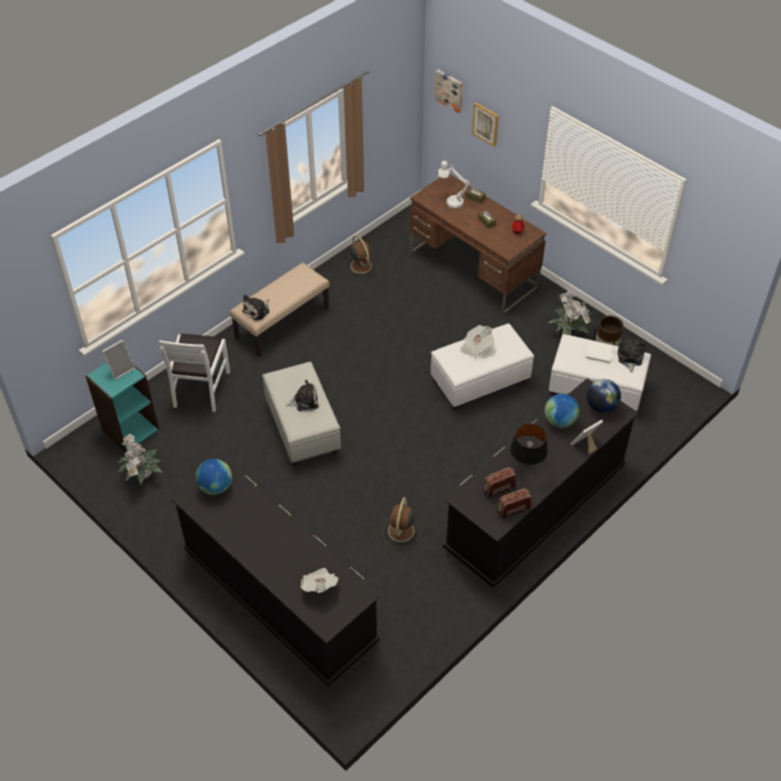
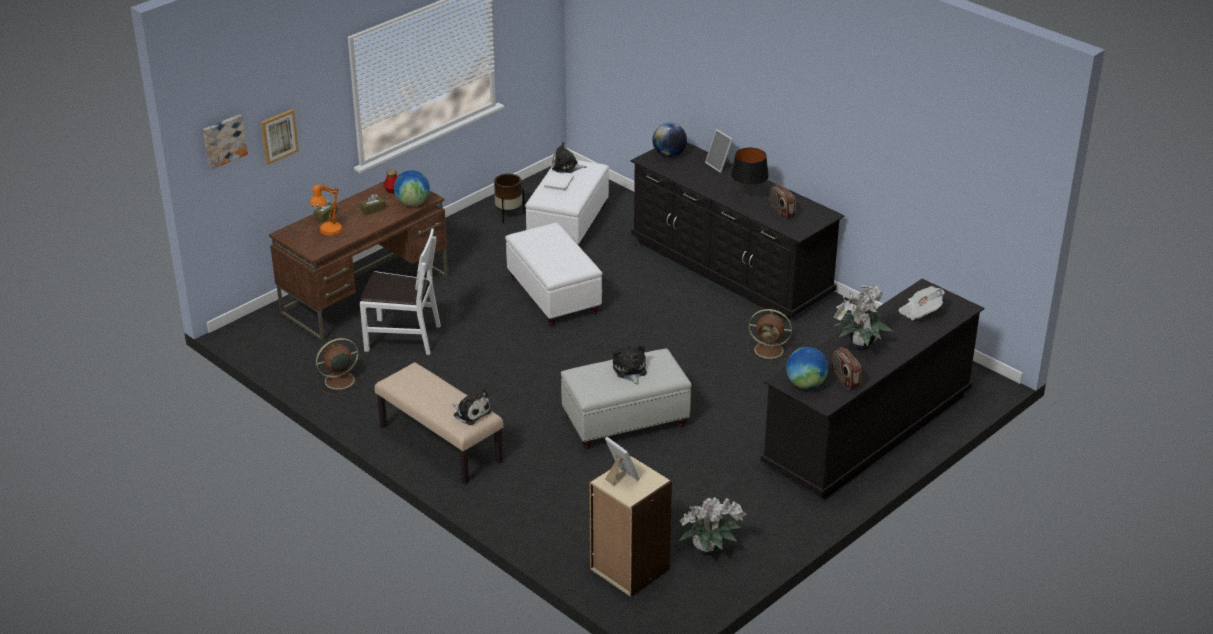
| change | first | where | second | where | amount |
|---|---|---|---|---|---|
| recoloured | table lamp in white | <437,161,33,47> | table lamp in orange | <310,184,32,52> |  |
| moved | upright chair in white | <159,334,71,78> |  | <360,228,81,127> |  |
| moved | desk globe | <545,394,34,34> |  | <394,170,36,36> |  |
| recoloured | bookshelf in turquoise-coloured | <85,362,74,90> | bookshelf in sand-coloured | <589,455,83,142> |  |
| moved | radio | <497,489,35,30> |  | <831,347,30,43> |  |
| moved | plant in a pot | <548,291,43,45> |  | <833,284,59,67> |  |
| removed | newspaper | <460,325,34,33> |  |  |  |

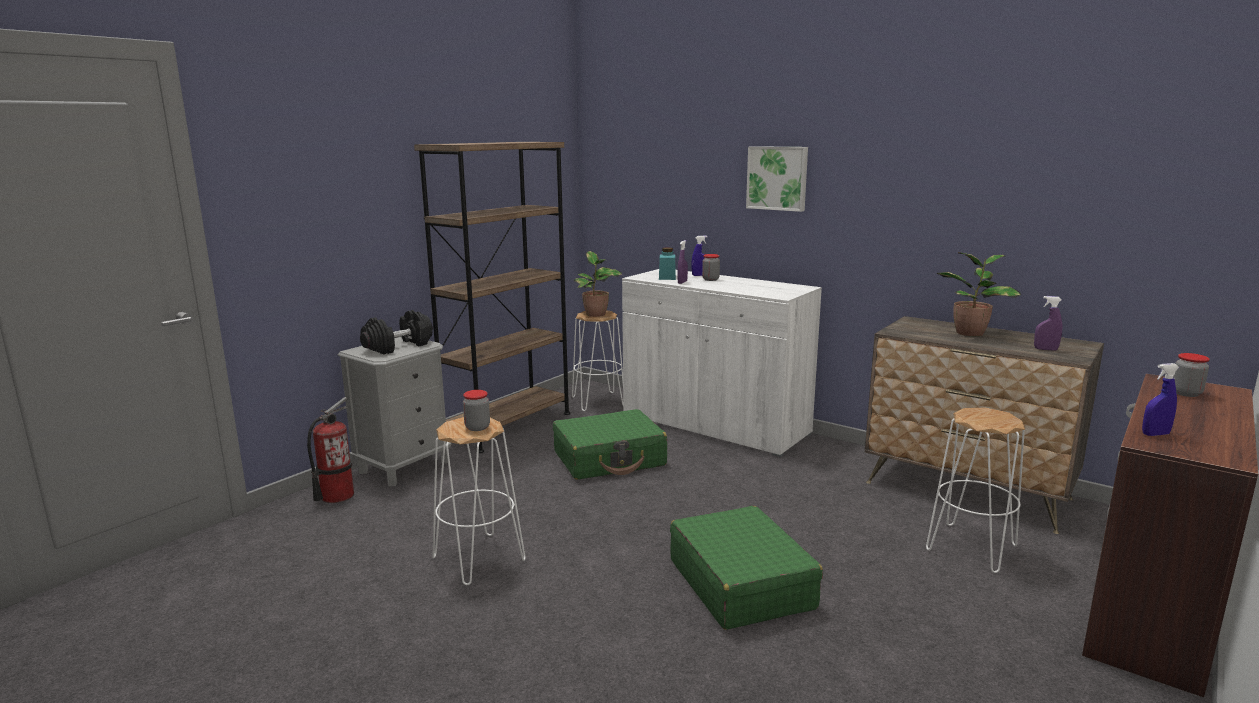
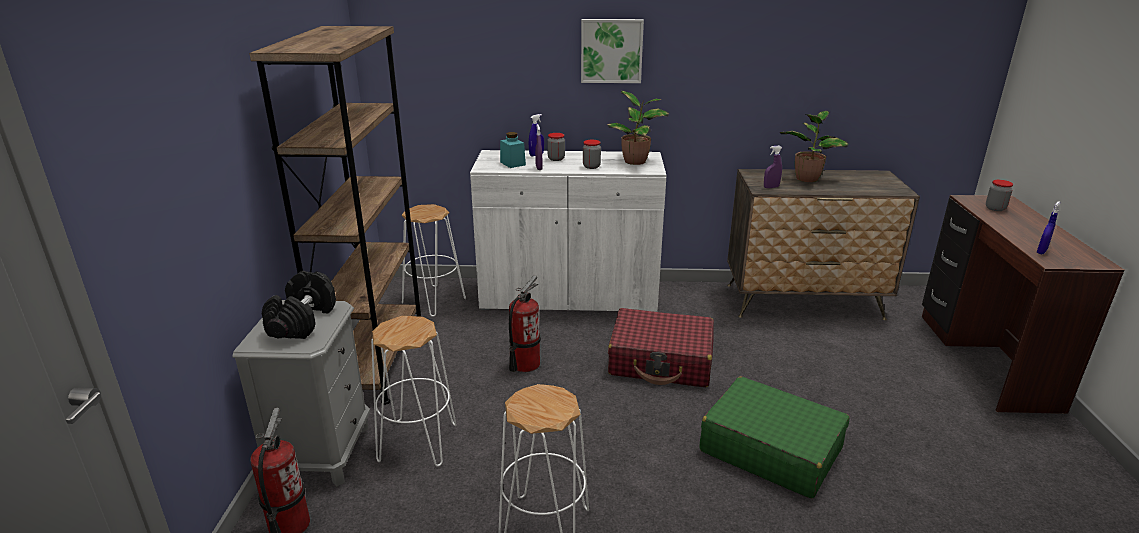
| change | first | where | second | where | amount |
|---|---|---|---|---|---|
| moved | stool seat in white | <926,407,99,166> |  | <371,316,86,150> |  |
| replaced | suitcase in green-coloured | <553,409,114,71> | fire extinguisher | <509,275,32,97> |  |
| moved | storage jar | <463,390,27,41> |  | <583,140,18,29> |  |
| moved | plant in a pot | <574,251,48,66> |  | <607,91,62,74> |  |
| added |  |  | suitcase in red-coloured | <608,308,106,79> |  |
| moved | sprayer in purplish | <1034,296,28,55> |  | <764,146,18,42> |  |

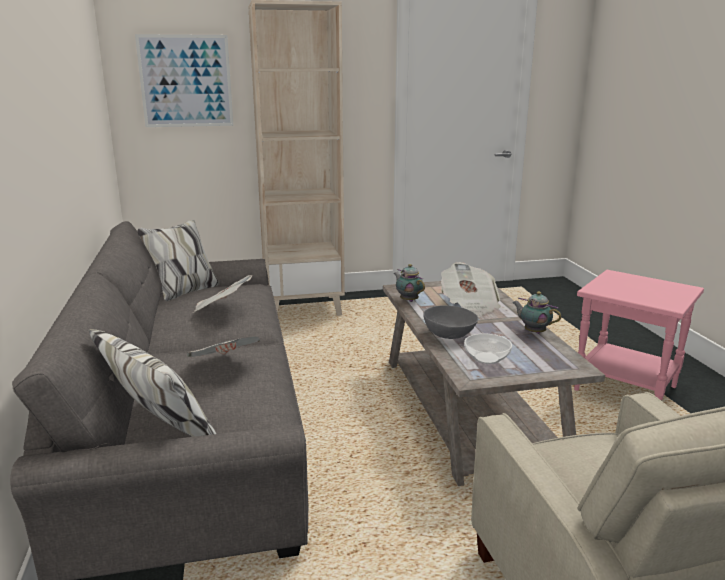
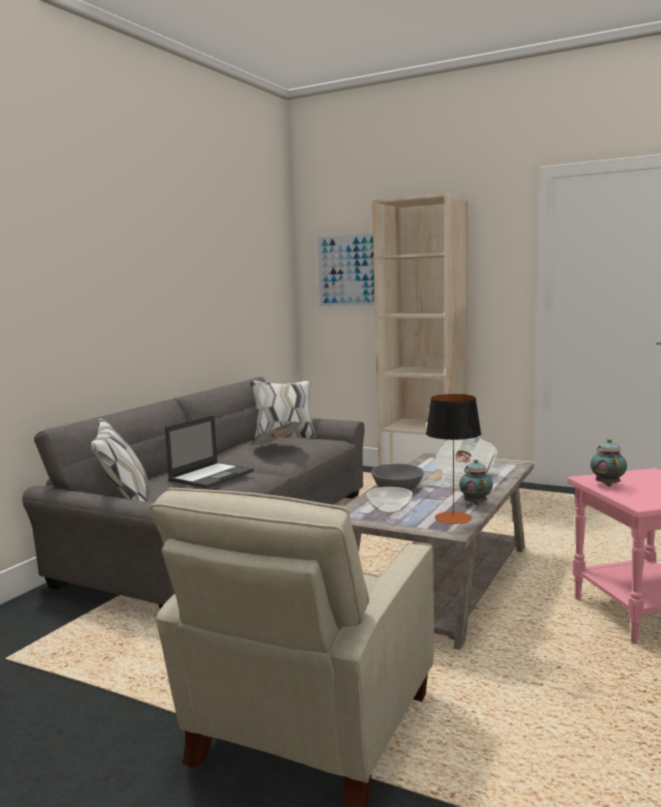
| change | first | where | second | where | amount |
|---|---|---|---|---|---|
| replaced | newspaper | <187,337,74,20> | portable computer | <165,415,89,74> |  |
| added |  |  | table lamp | <426,394,55,130> |  |
| moved | pot for tea | <394,264,31,38> |  | <590,438,37,48> |  |

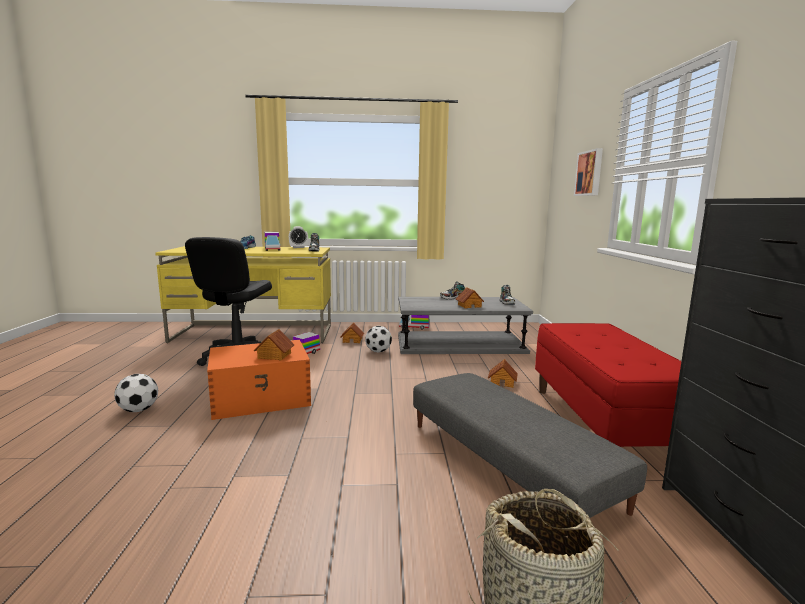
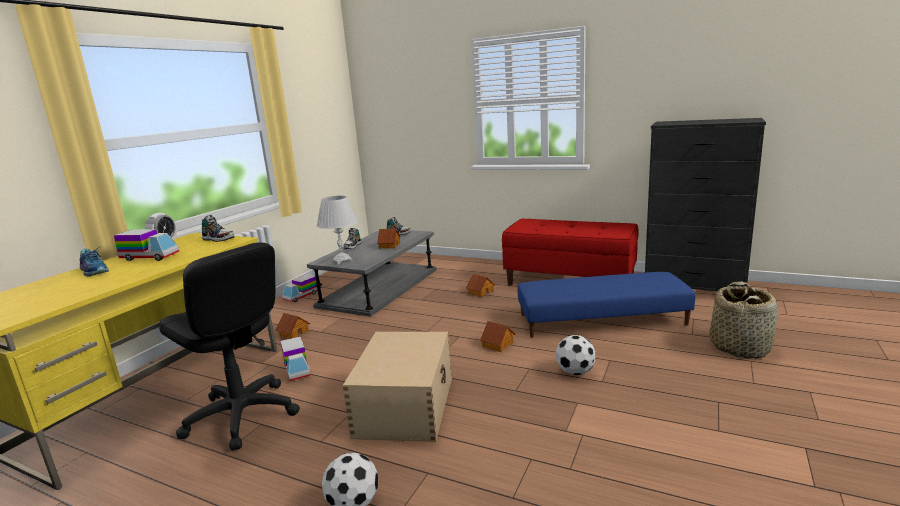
| change | first | where | second | where | amount |
|---|---|---|---|---|---|
| added |  |  | table lamp in white | <317,196,41,68> |  |
| recoloured | storage bin in orange | <207,340,104,80> | storage bin in sand-coloured | <343,332,109,110> |  |
| moved | toy house | <254,329,40,31> |  | <480,321,36,31> |  |
| recoloured | pouffe in grey | <413,373,234,145> | pouffe in bluish | <517,272,178,66> |  |
| moved | ball for football | <365,326,27,26> |  | <556,335,40,40> |  |
| removed | wall picture | <574,148,29,48> |  |  |  |

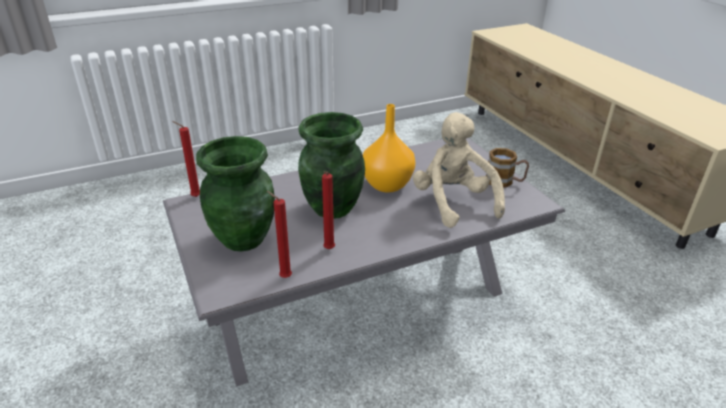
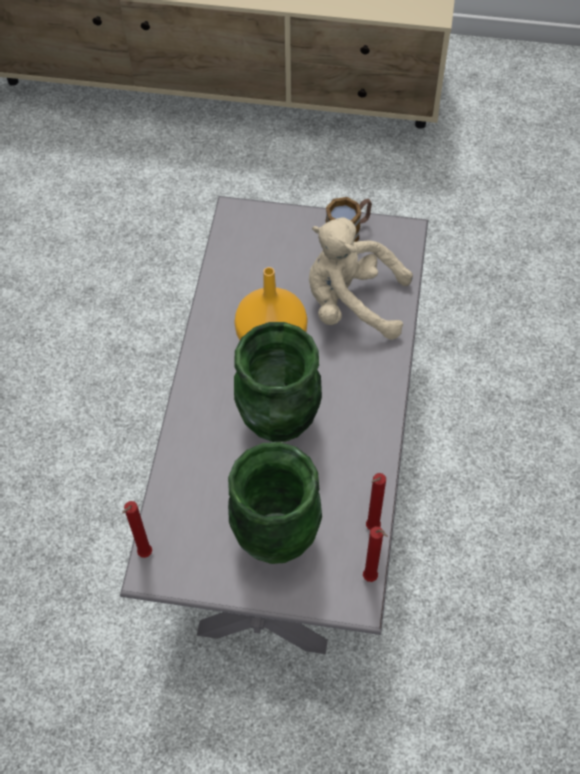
| change | first | where | second | where | amount |
|---|---|---|---|---|---|
| moved | wax candle in red-coloured | <322,171,13,78> |  | <363,526,25,56> |  |

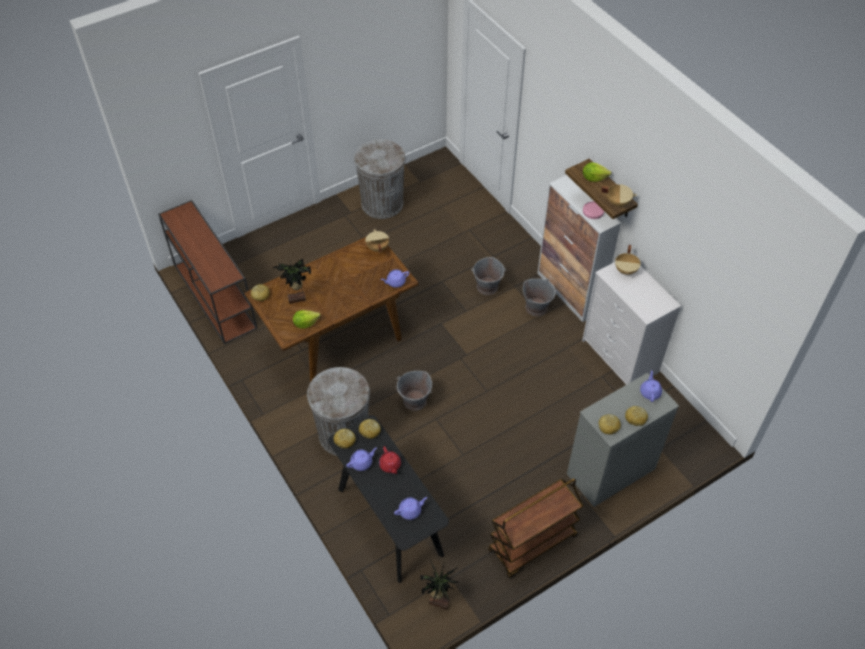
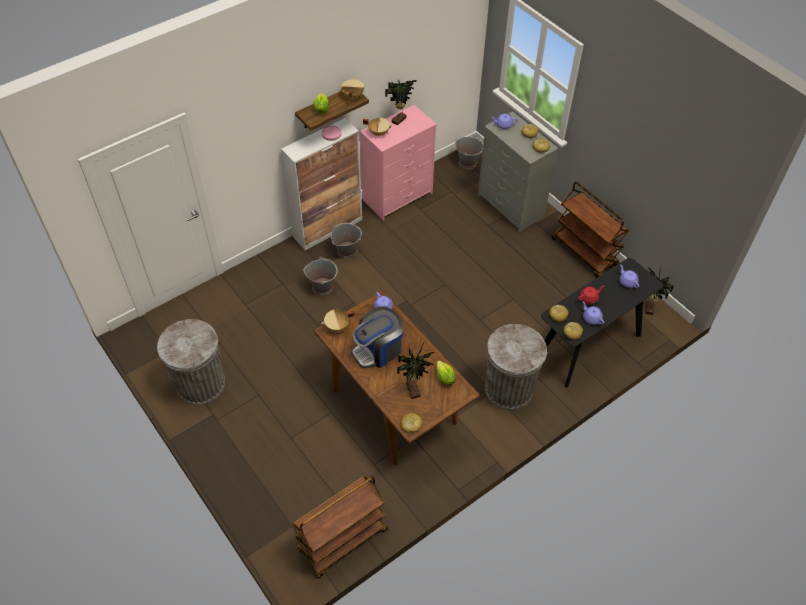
| change | first | where | second | where | amount |
|---|---|---|---|---|---|
| replaced | console table in brown | <158,200,99,145> | trolley in brown | <293,476,95,102> |  |
| added |  |  | coffee maker | <351,306,53,62> |  |
| recoloured | drawer chest in white | <582,262,99,123> | drawer chest in pink-coloured | <360,105,77,115> |  |
| added |  |  | plant in a pot | <385,78,32,47> |  |
| moved | bucket in grey | <397,371,35,40> |  | <455,135,28,35> |  |

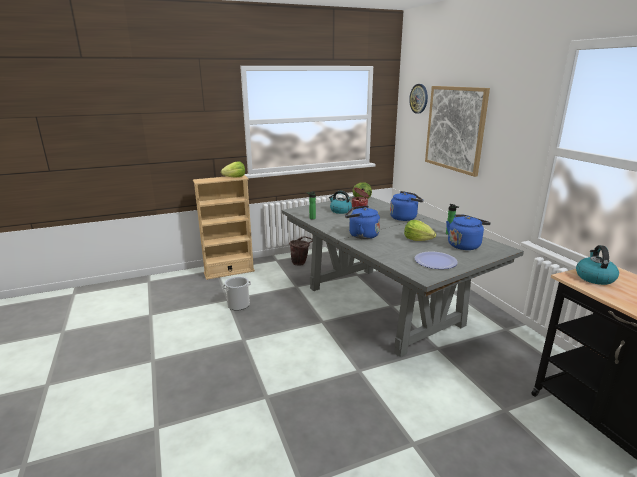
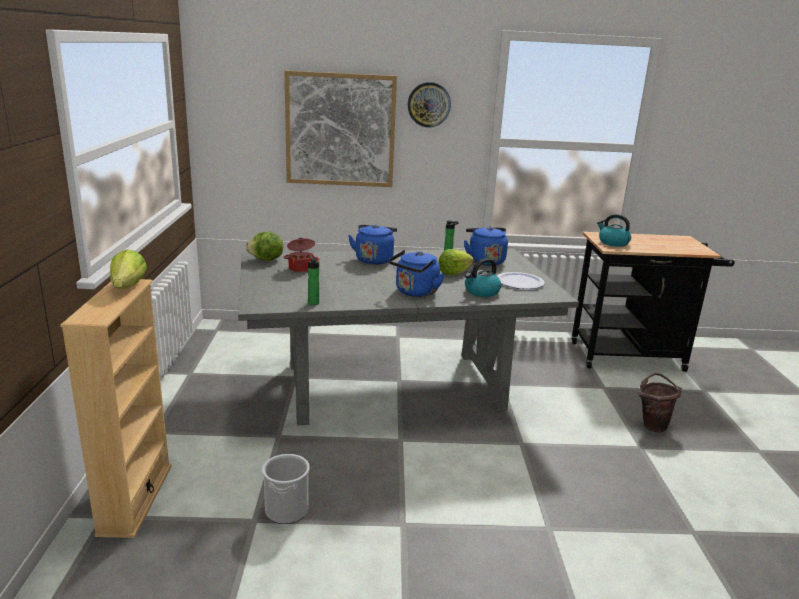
| change | first | where | second | where | amount |
|---|---|---|---|---|---|
| moved | wall clock | <409,84,19,30> |  | <408,82,43,45> |  |
| moved | tea kettle | <329,191,23,23> |  | <465,258,36,39> |  |
| moved | bucket in brown | <289,236,24,30> |  | <638,373,44,60> |  |

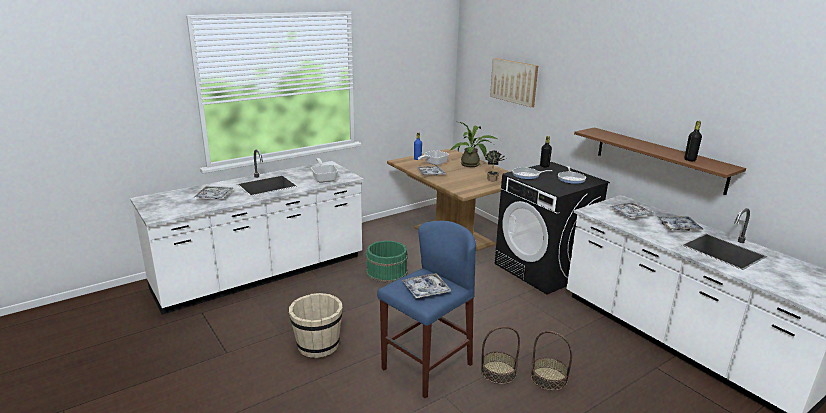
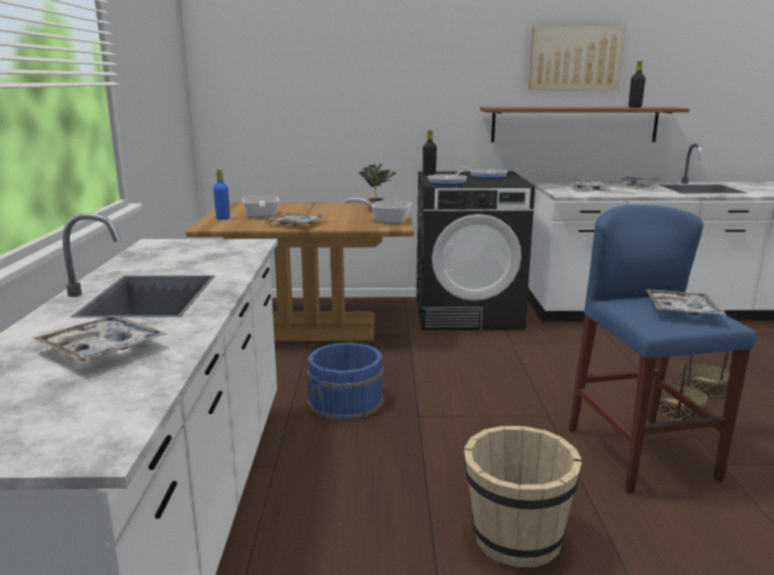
| change | first | where | second | where | amount |
|---|---|---|---|---|---|
| recoloured | bucket in green-coloured | <366,240,42,43> | bucket in bluish | <306,343,78,77> |  |
| moved | frying pan | <311,158,27,25> |  | <345,198,67,26> |  |
| moved | wall picture | <490,58,48,49> |  | <529,26,96,64> |  |
| removed | plant in a pot | <450,121,47,46> |  |  |  |

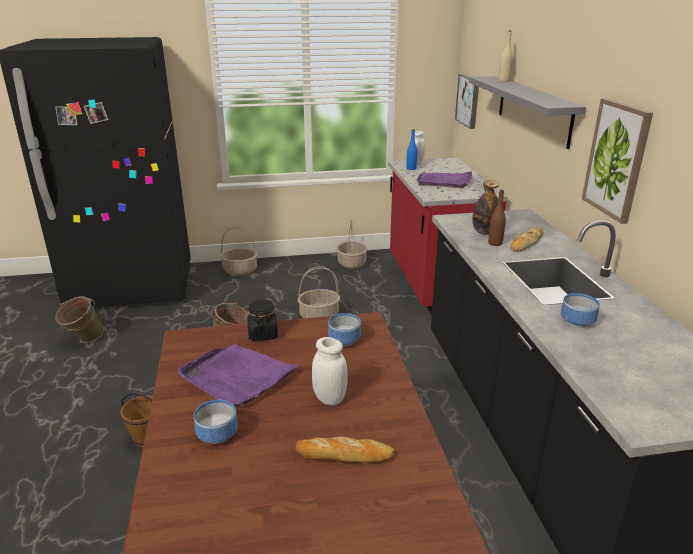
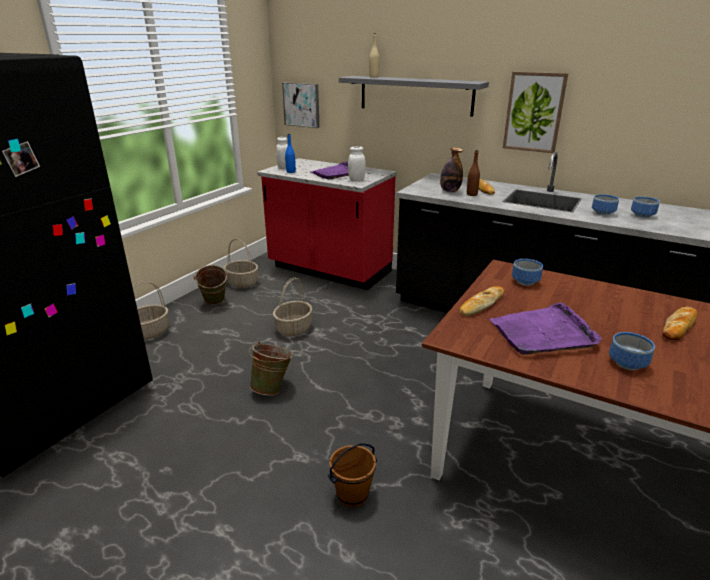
| change | first | where | second | where | amount |
|---|---|---|---|---|---|
| moved | bucket in green-coloured | <55,296,49,47> |  | <193,265,35,40> |  |
| moved | storage jar in white | <312,337,36,68> |  | <348,146,18,35> |  |
| replaced | storage jar in blackish | <247,299,31,42> | baked bread | <459,286,45,30> |  |
| added |  |  | deep dish | <631,197,29,21> |  |

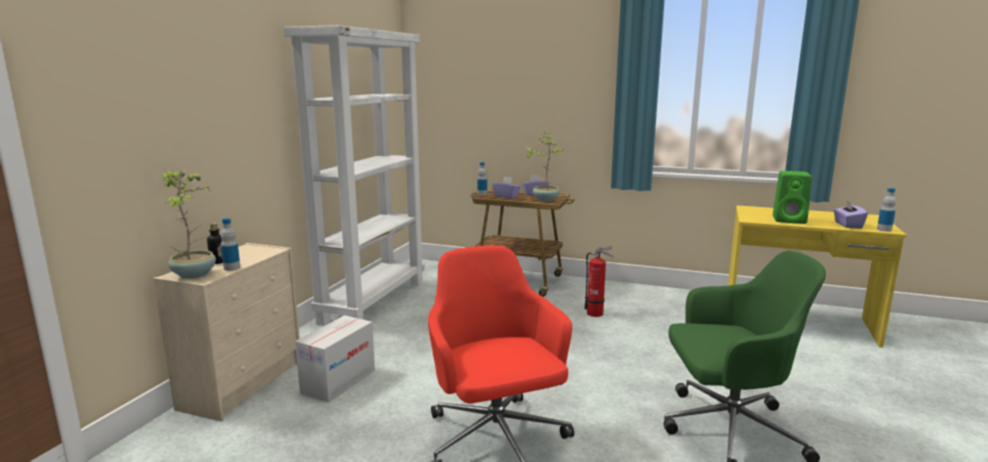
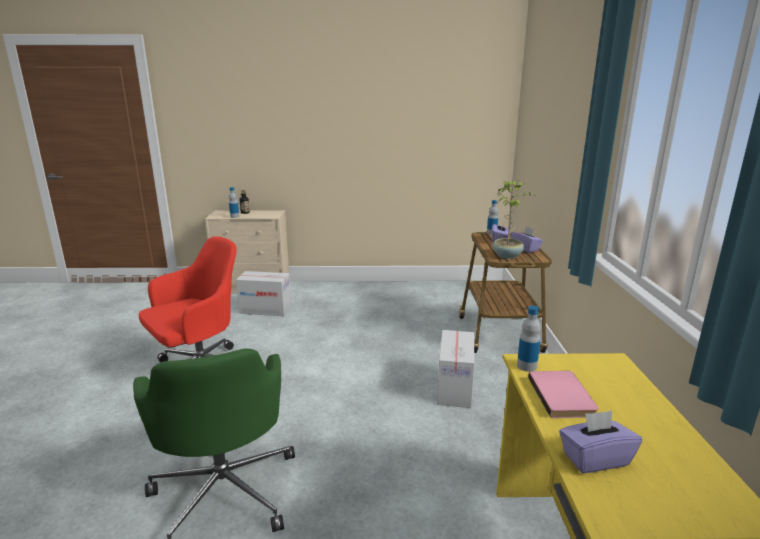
| change | first | where | second | where | amount |
|---|---|---|---|---|---|
| replaced | fire extinguisher | <584,246,30,71> | carton | <437,330,38,78> |  |
| moved | beverage bottle | <877,188,19,44> |  | <517,306,24,66> |  |
| replaced | audio speaker in green-coloured | <773,171,39,53> | book in pink-coloured | <528,371,71,47> |  |
| removed | plant in a pot | <163,169,53,110> |  |  |  |
| removed | bookshelf in white | <283,25,142,301> |  |  |  |

